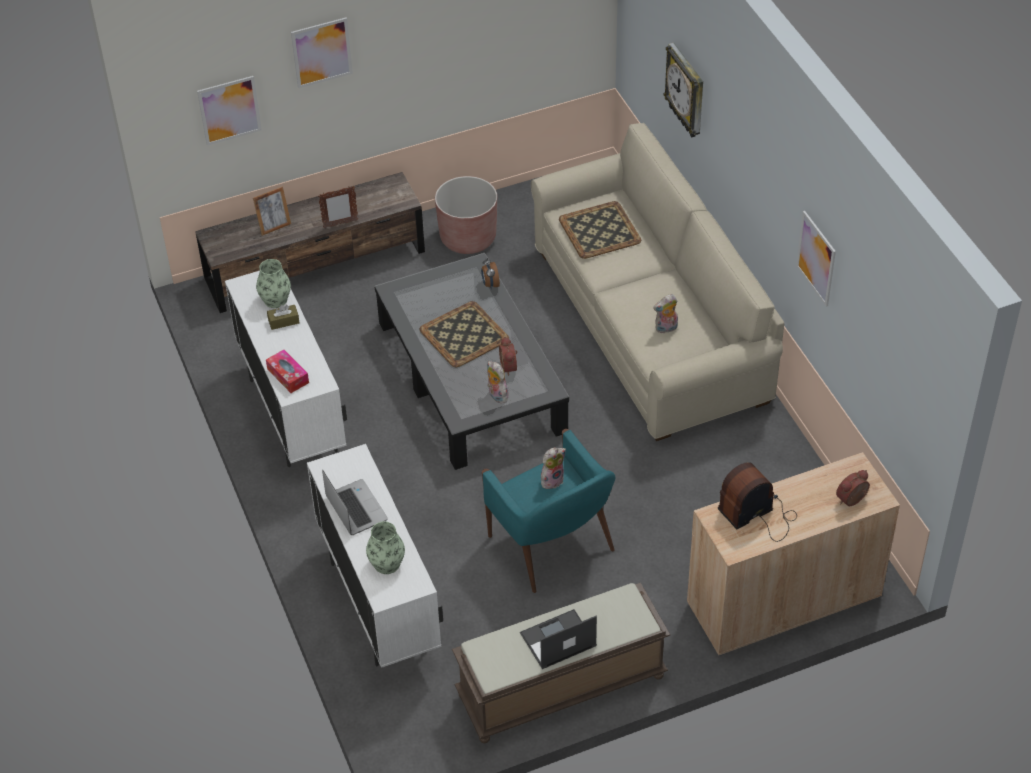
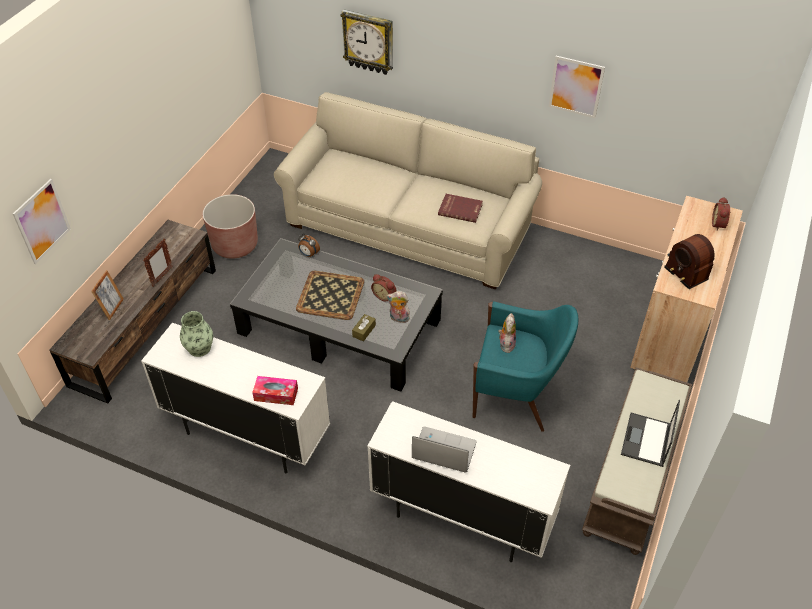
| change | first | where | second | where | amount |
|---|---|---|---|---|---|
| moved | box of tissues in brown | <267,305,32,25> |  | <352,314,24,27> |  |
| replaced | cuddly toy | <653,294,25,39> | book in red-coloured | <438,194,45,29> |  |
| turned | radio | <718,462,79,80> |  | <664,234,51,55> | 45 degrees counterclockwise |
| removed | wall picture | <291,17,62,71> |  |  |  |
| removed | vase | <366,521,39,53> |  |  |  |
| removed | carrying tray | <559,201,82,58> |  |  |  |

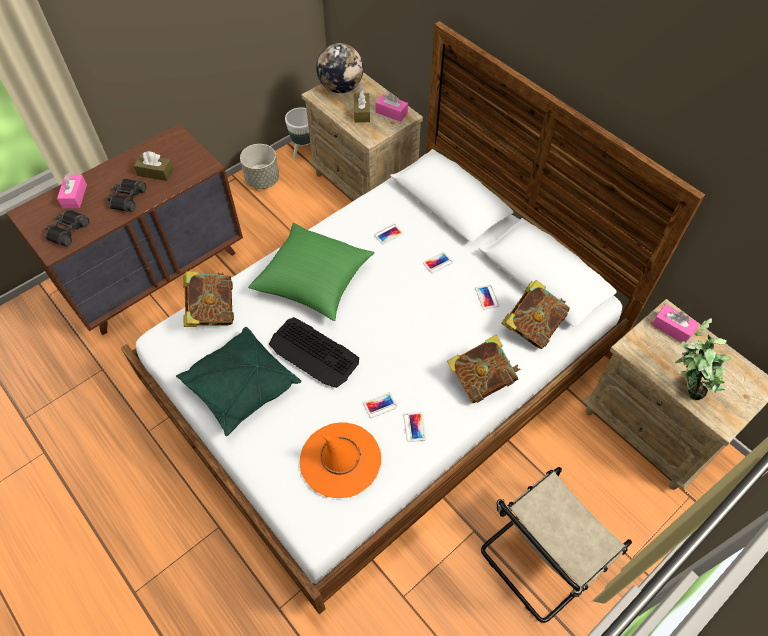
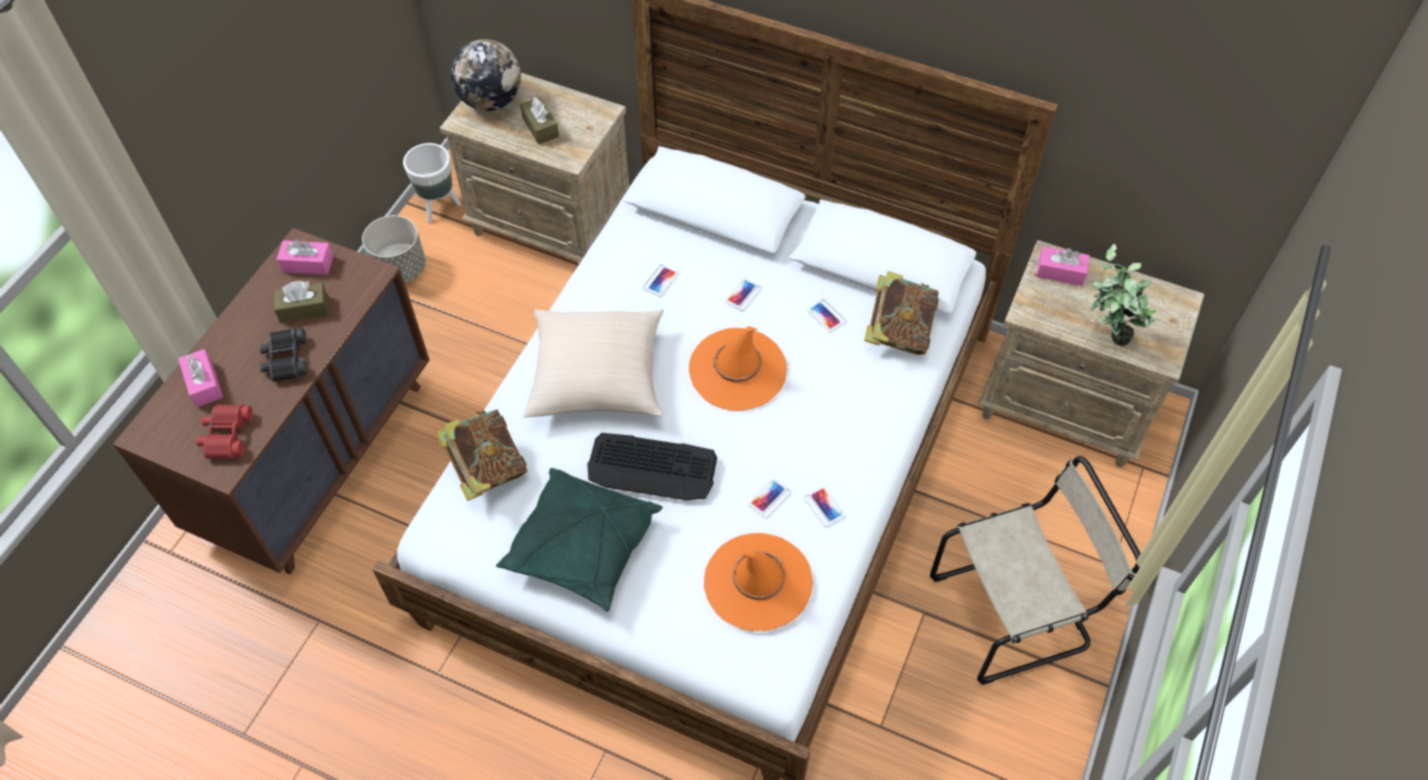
| change | first | where | second | where | amount |
|---|---|---|---|---|---|
| recoloured | binoculars in blackish | <45,210,44,37> | binoculars in red-coloured | <196,404,57,55> |  |
| moved | box of tissues in pink-coloured | <375,93,33,29> |  | <276,239,58,36> |  |
| recoloured | pillow in green-coloured | <248,223,127,98> | pillow in sand-coloured | <524,309,139,108> |  |
| added |  |  | hat in orange | <689,326,98,85> |  |
| turned | upright chair in sand-coloured | <481,467,151,156> |  | <930,456,211,229> | 135 degrees counterclockwise |
| removed | book | <447,335,74,69> |  |  |  |

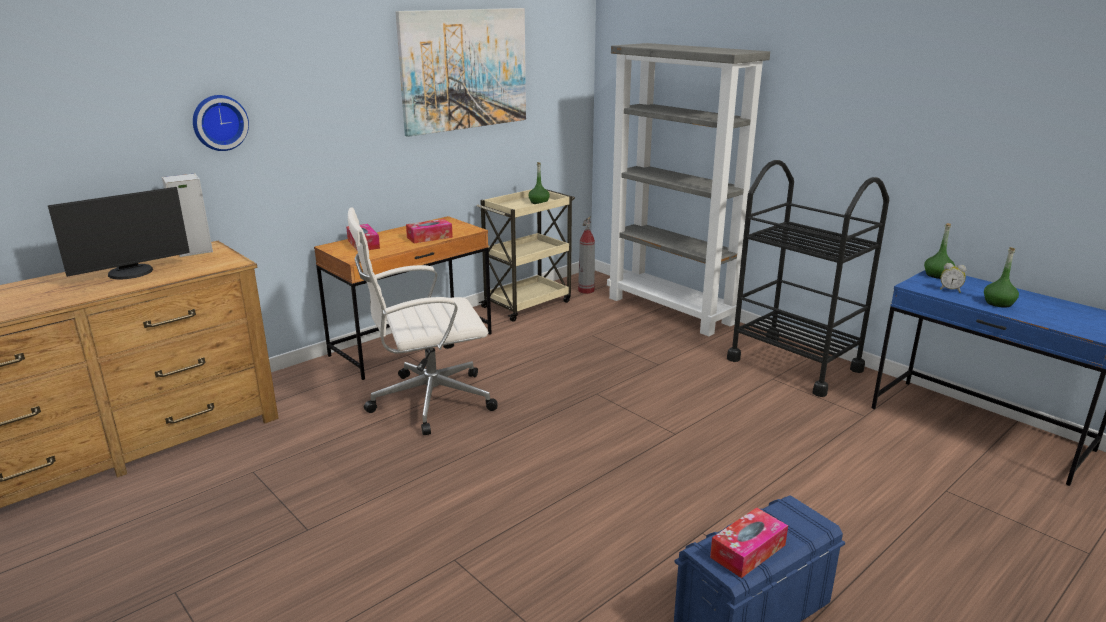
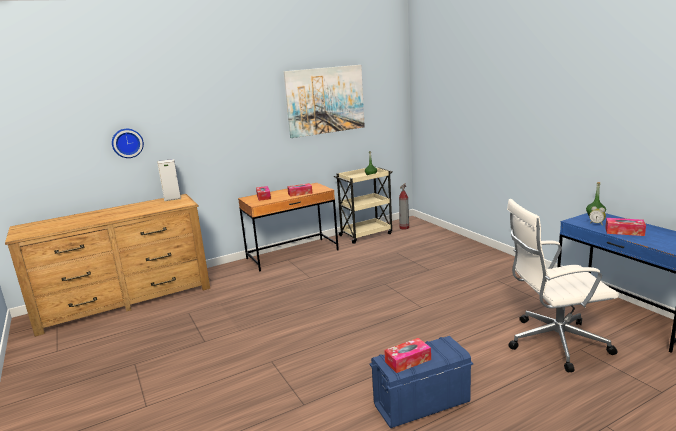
| change | first | where | second | where | amount |
|---|---|---|---|---|---|
| moved | wall clock | <193,95,56,56> |  | <112,129,32,29> |  |
| moved | computer chair in white | <348,207,150,228> |  | <507,199,112,173> |  |
| replaced | beverage bottle in green-coloured | <984,247,35,61> | box of tissues | <605,218,41,18> |  |
| removed | monitor | <48,187,142,93> |  |  |  |
| removed | bookshelf in grey | <607,43,163,294> |  |  |  |
| removed | trolley in blackish | <727,160,162,237> |  |  |  |

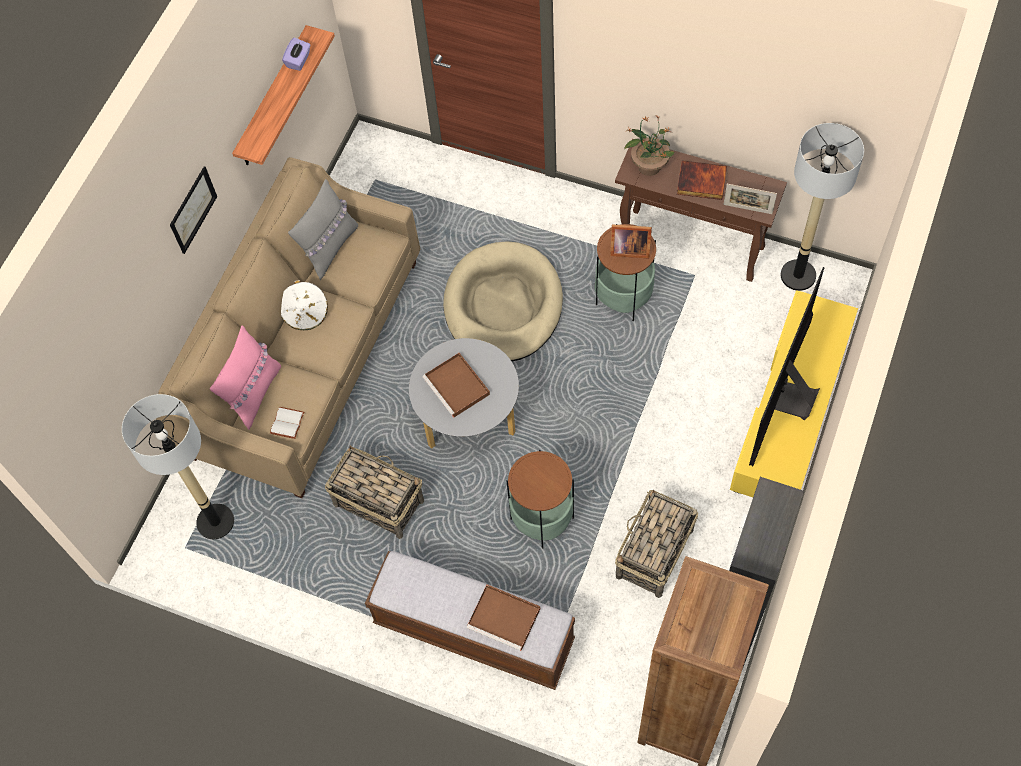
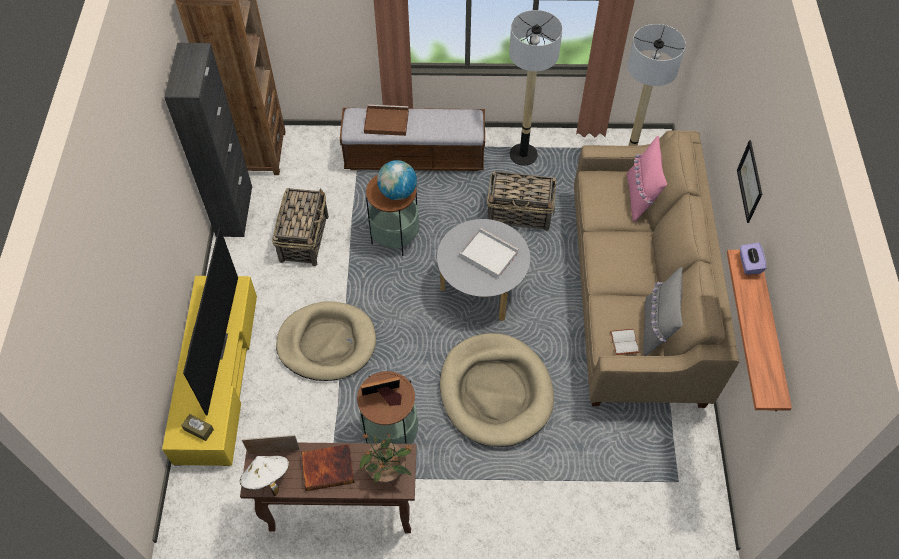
| change | first | where | second | where | amount |
|---|---|---|---|---|---|
| added |  |  | box of tissues in brown | <181,414,33,27> |  |
| moved | hat in white | <281,280,47,50> |  | <240,456,49,40> |  |
| added |  |  | pet bed in sand-coloured | <276,301,100,80> |  |
| added |  |  | desk globe | <377,160,40,40> |  |
| recoloured | carrying tray in brown | <422,353,68,64> | carrying tray in white | <460,228,59,50> |  |
| moved | floor lamp | <781,123,83,168> |  | <509,10,54,156> |  |
| moved | book in white | <270,407,35,32> |  | <610,329,29,26> |  |
| moved | box of tissues in purplish | <282,37,28,34> |  | <740,242,26,33> |  |

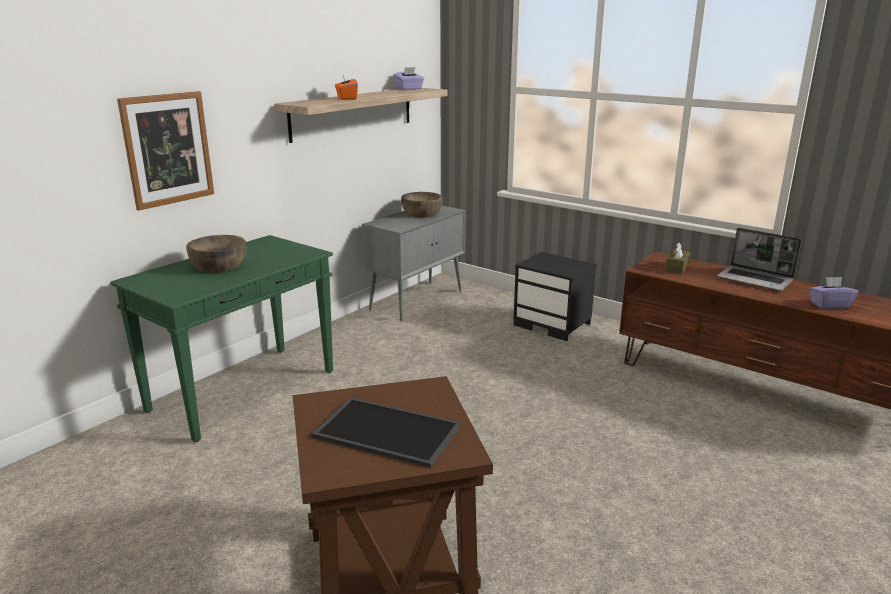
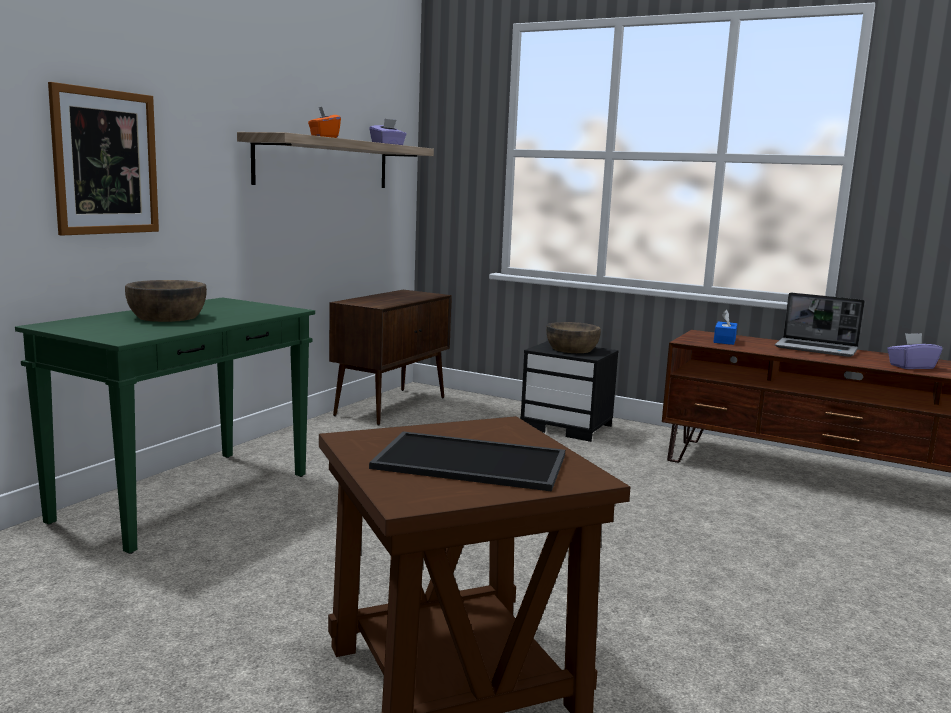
| change | first | where | second | where | amount |
|---|---|---|---|---|---|
| recoloured | storage cabinet in grey | <362,206,104,115> | storage cabinet in brown | <329,290,123,135> |  |
| moved | deep dish in brown | <401,192,41,26> |  | <546,322,55,31> |  |
| recoloured | box of tissues in brown | <665,243,25,31> | box of tissues in bluish | <714,309,23,36> |  |

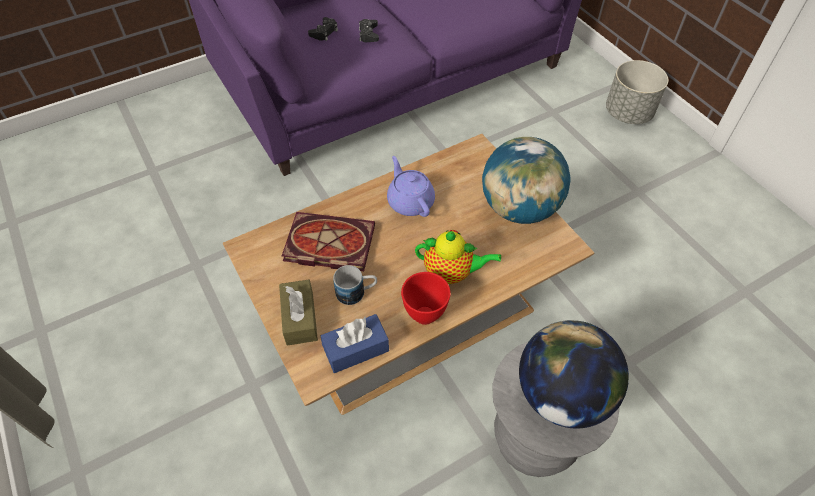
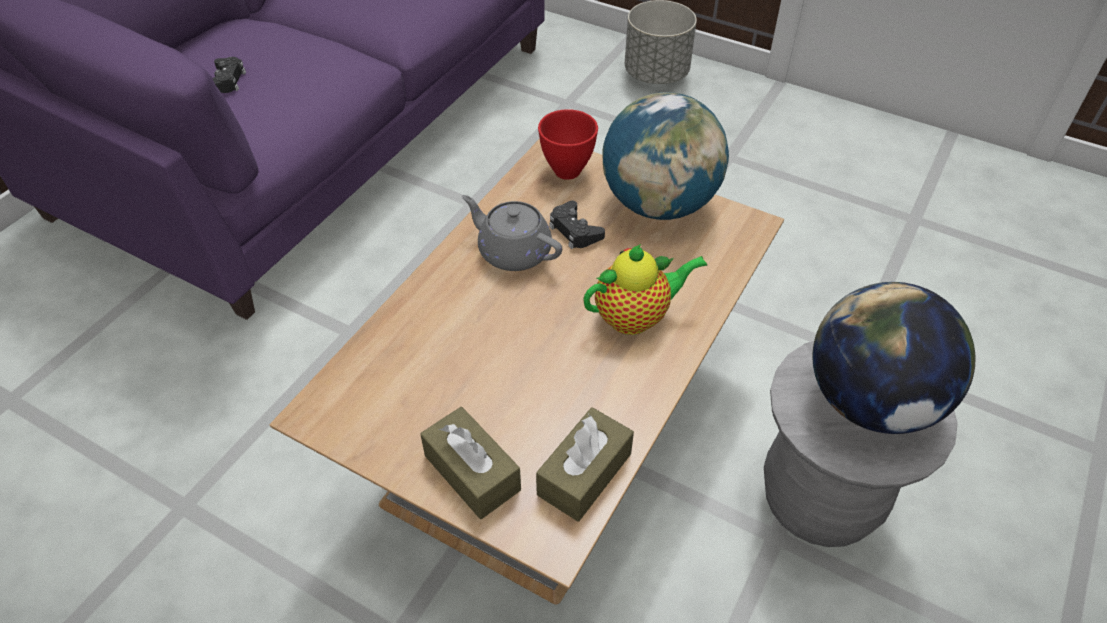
| change | first | where | second | where | amount |
|---|---|---|---|---|---|
| recoloured | pot for tea in purplish | <387,156,48,61> | pot for tea in grey | <462,195,100,76> |  |
| recoloured | box of tissues in bluish | <321,314,68,59> | box of tissues in brown | <536,407,98,115> |  |
| moved | deep dish in red-coloured | <401,272,50,53> |  | <538,109,60,71> |  |
| moved | joypad in blackish | <359,19,20,23> |  | <549,201,56,48> |  |
| removed | book | <282,212,93,59> |  |  |  |
| removed | coffee mug | <333,265,44,40> |  |  |  |

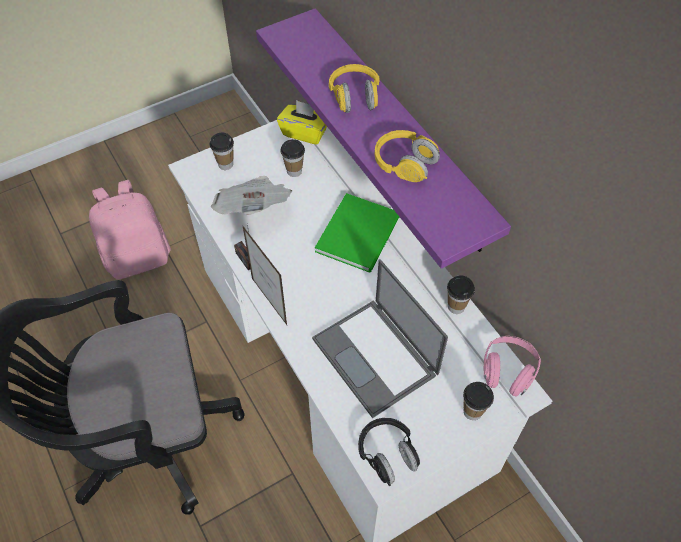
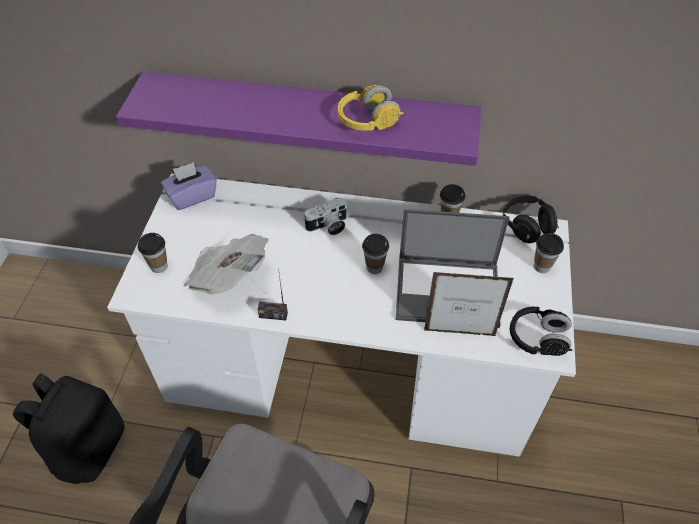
| change | first | where | second | where | amount |
|---|---|---|---|---|---|
| recoloured | backpack in pink-coloured | <89,180,82,100> | backpack in blackish | <13,373,111,111> |  |
| recoloured | box of tissues in yellow | <277,100,50,45> | box of tissues in purplish | <161,162,56,48> |  |
| replaced | book in green-coloured | <315,193,84,80> | photo camera | <303,197,44,38> |  |
| moved | cup | <281,139,24,38> |  | <362,234,27,40> |  |
| moved | picture frame | <242,225,45,100> |  | <424,272,90,64> |  |
| recoloured | headset in pink-coloured | <484,336,57,60> | headset in blackish | <503,196,56,47> |  |
| removed | headset in yellow | <329,64,50,49> |  |  |  |

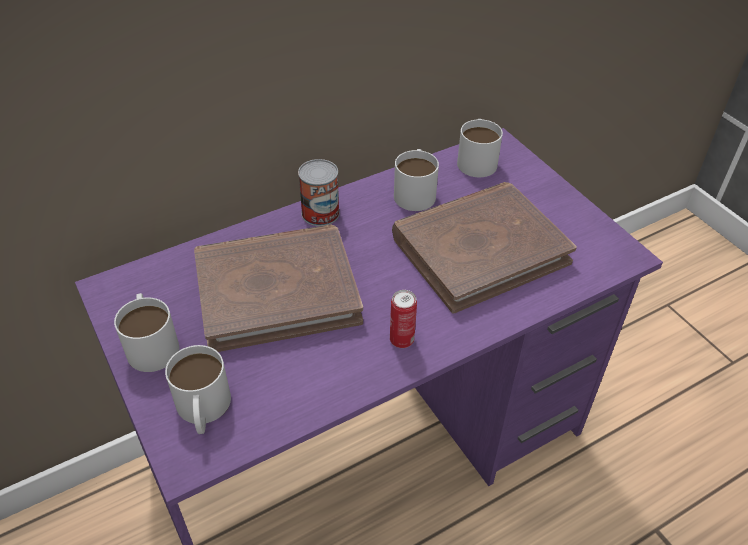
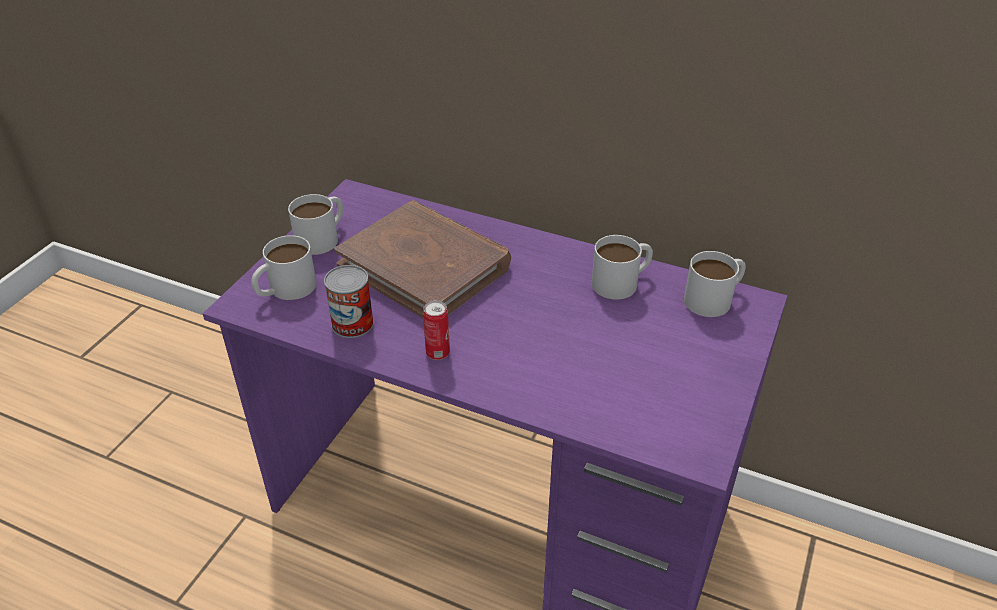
| change | first | where | second | where | amount |
|---|---|---|---|---|---|
| moved | metal can | <298,159,42,67> |  | <324,265,50,73> |  |
| removed | book in brown | <392,182,185,132> |  |  |  |

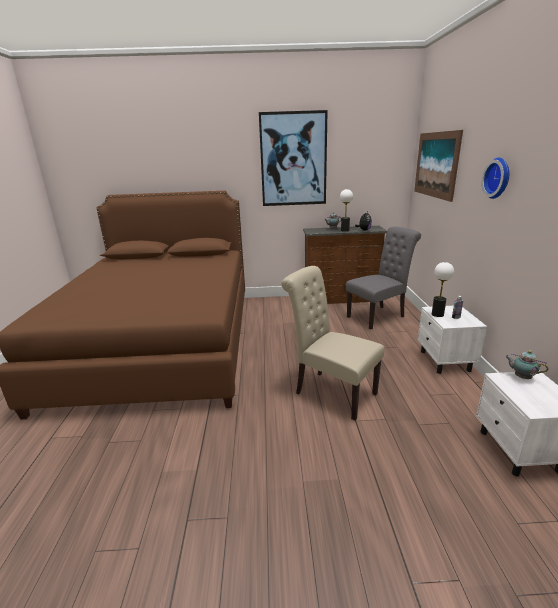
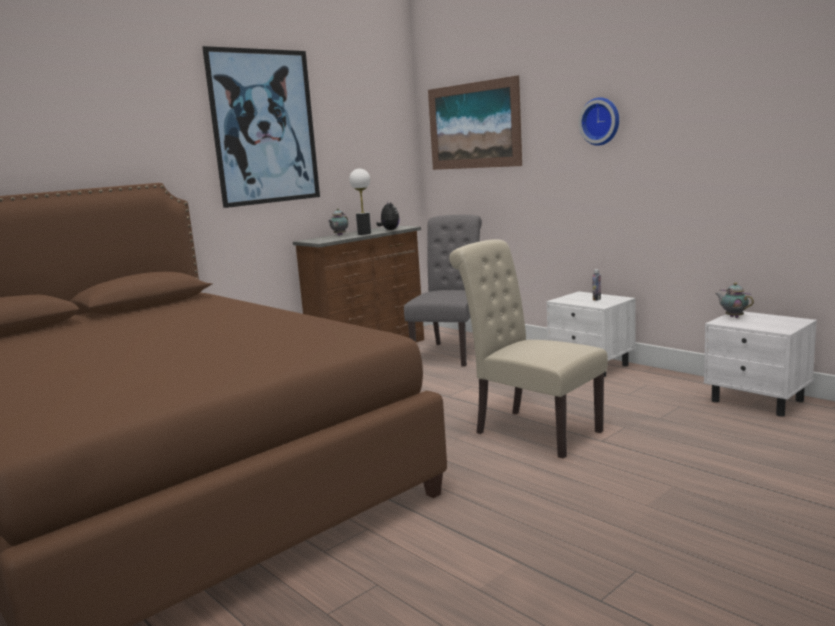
| change | first | where | second | where | amount |
|---|---|---|---|---|---|
| turned | upright chair in sand-coloured | <281,266,104,155> |  | <449,239,159,220> | 45 degrees clockwise |
| turned | pot for tea | <505,350,43,29> |  | <716,282,38,36> | 60 degrees clockwise |
| removed | table lamp | <432,262,22,55> |  |  |  |

